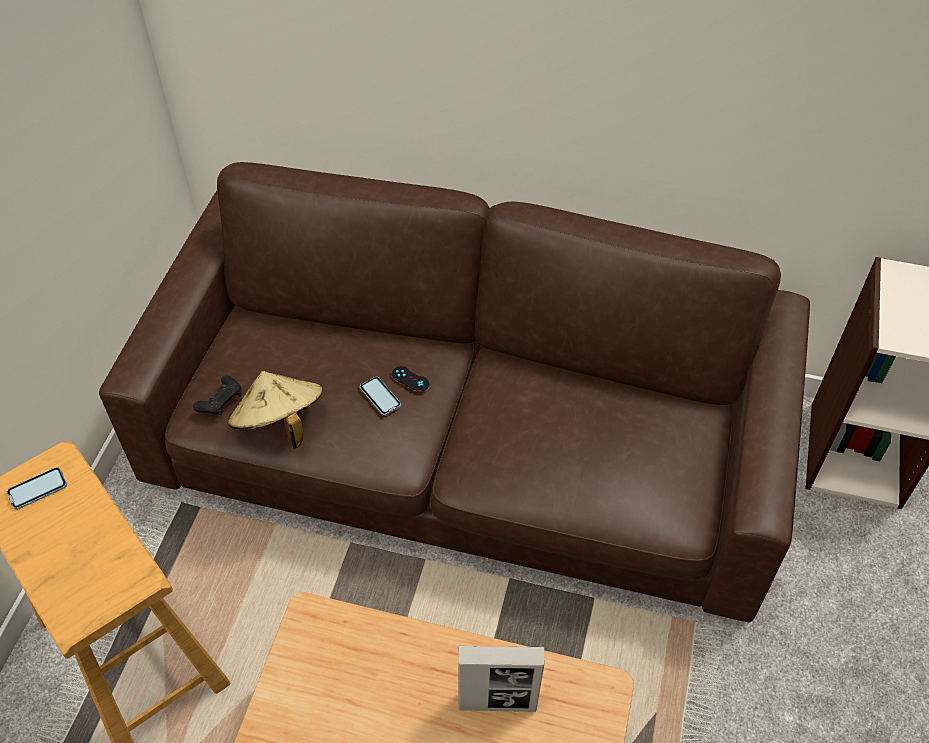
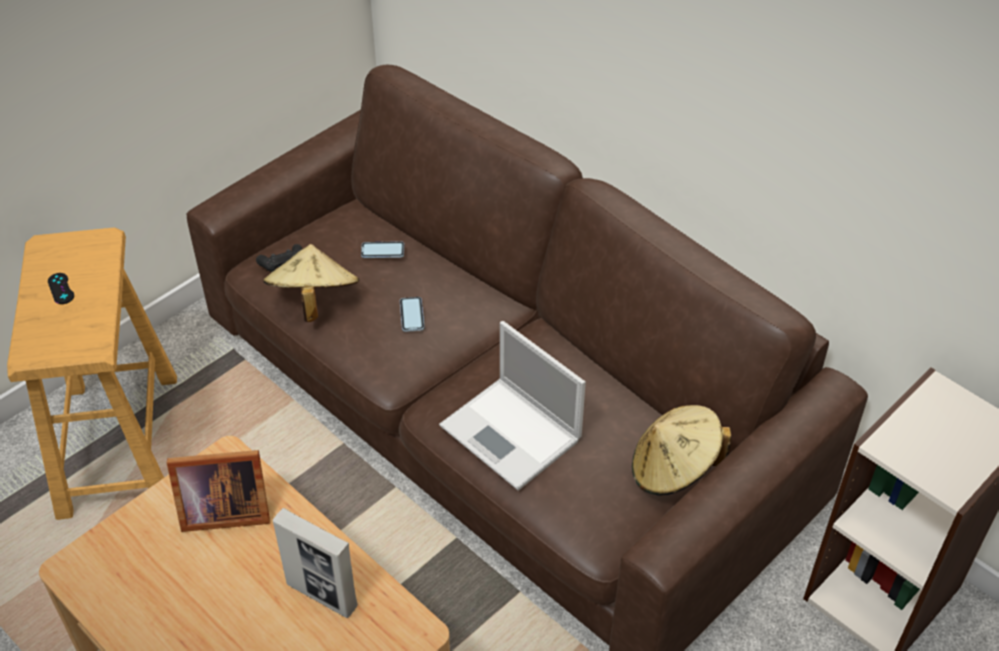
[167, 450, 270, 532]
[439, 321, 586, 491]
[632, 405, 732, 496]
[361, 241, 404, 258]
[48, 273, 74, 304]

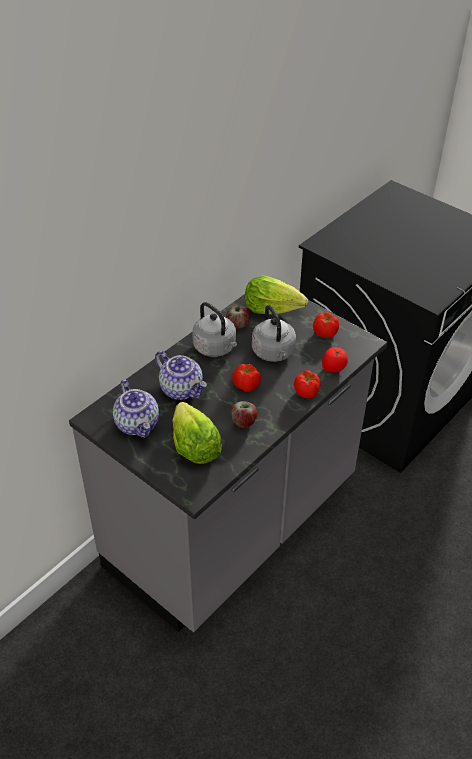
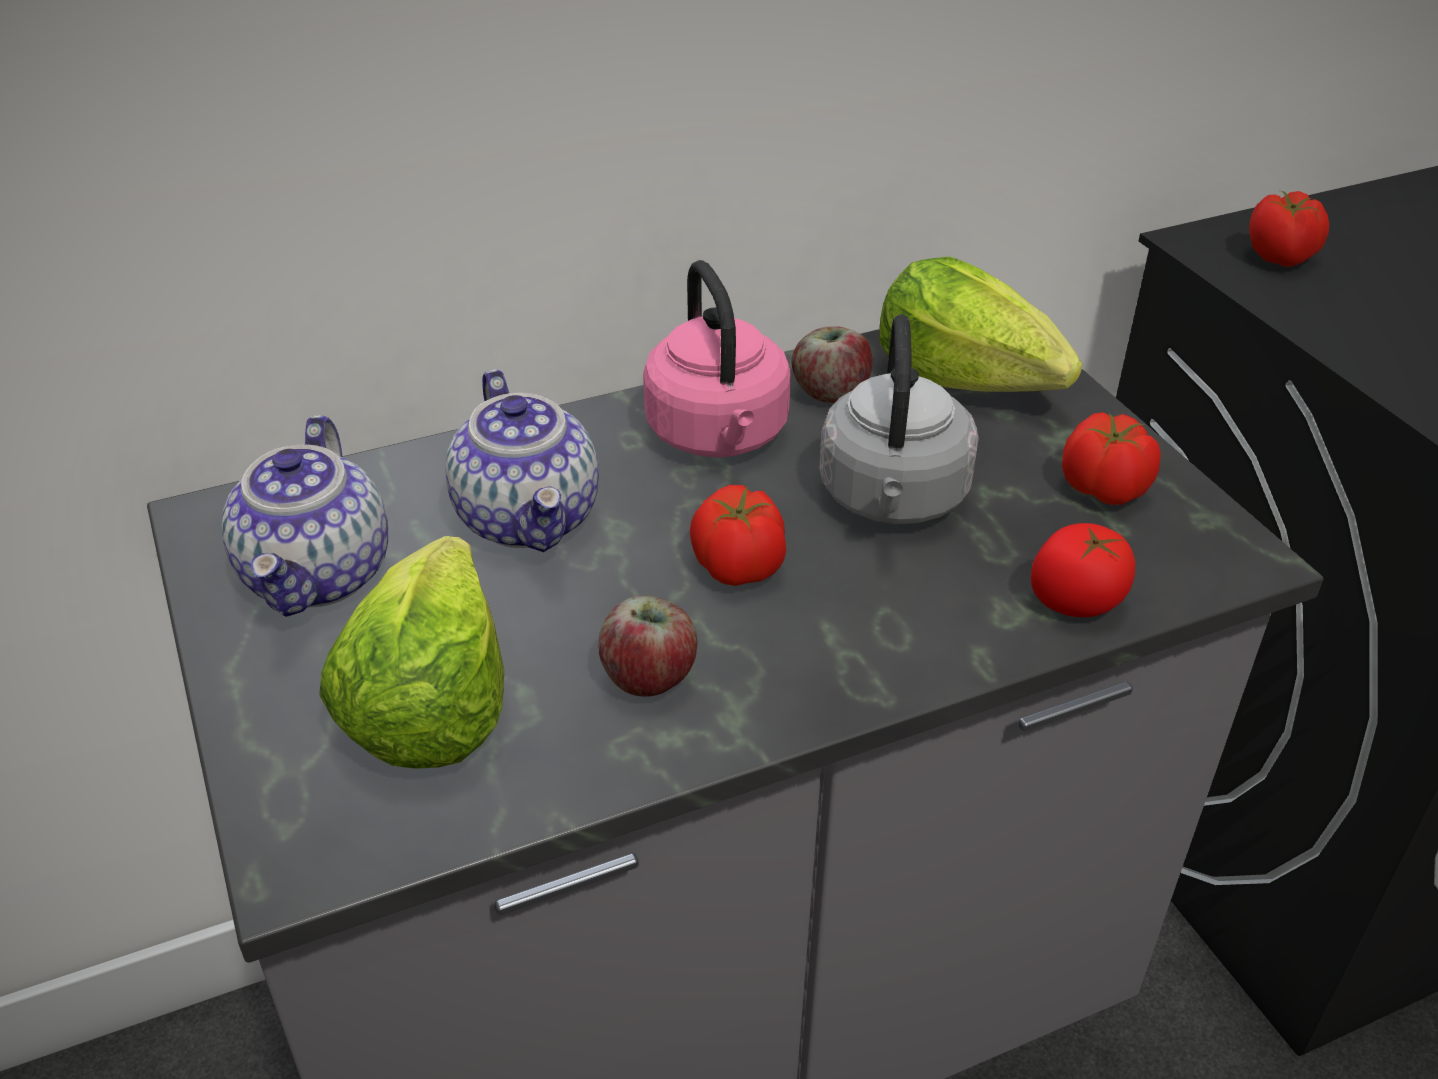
[1249, 191, 1329, 267]
[643, 260, 791, 458]

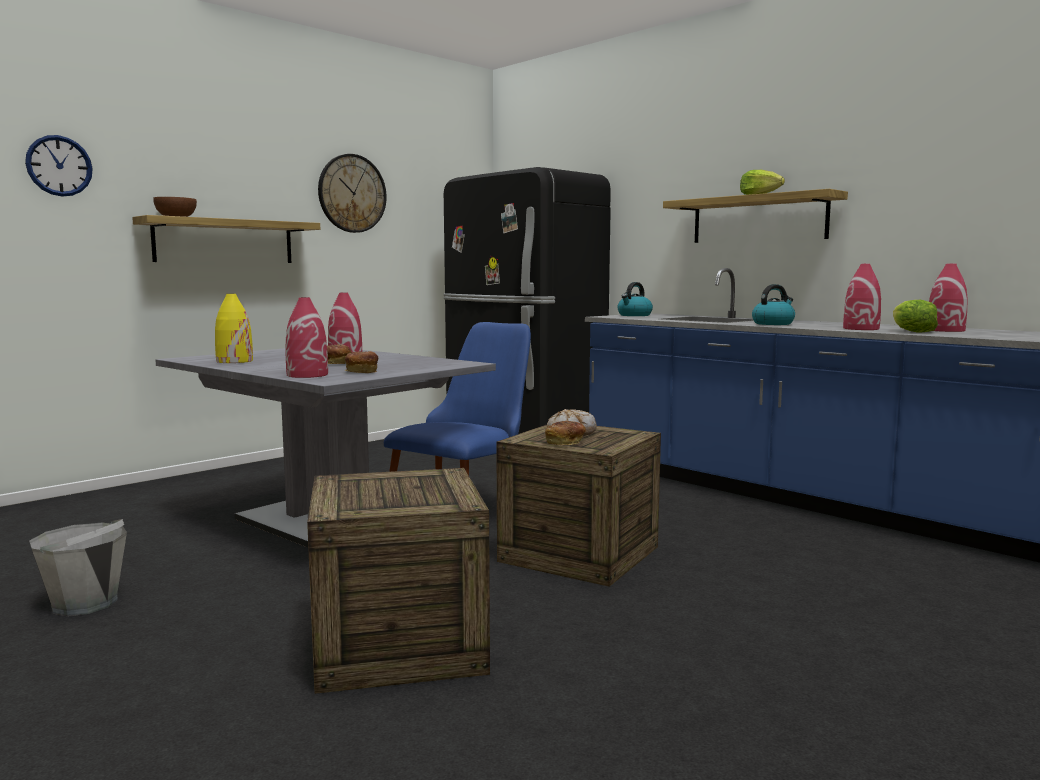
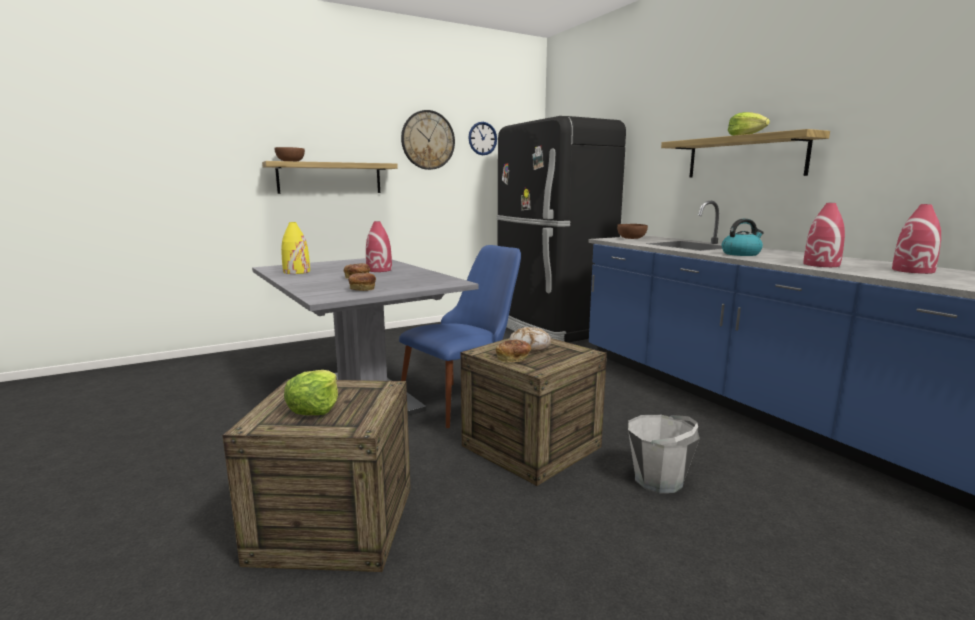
[286, 297, 328, 378] (first image)
[468, 122, 497, 155]
[628, 415, 700, 493]
[284, 370, 338, 415]
[617, 224, 648, 239]

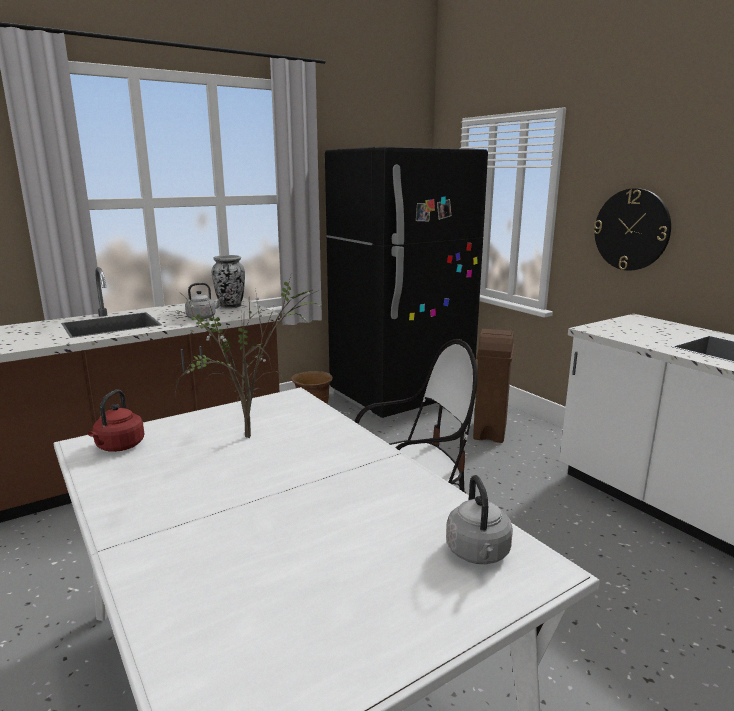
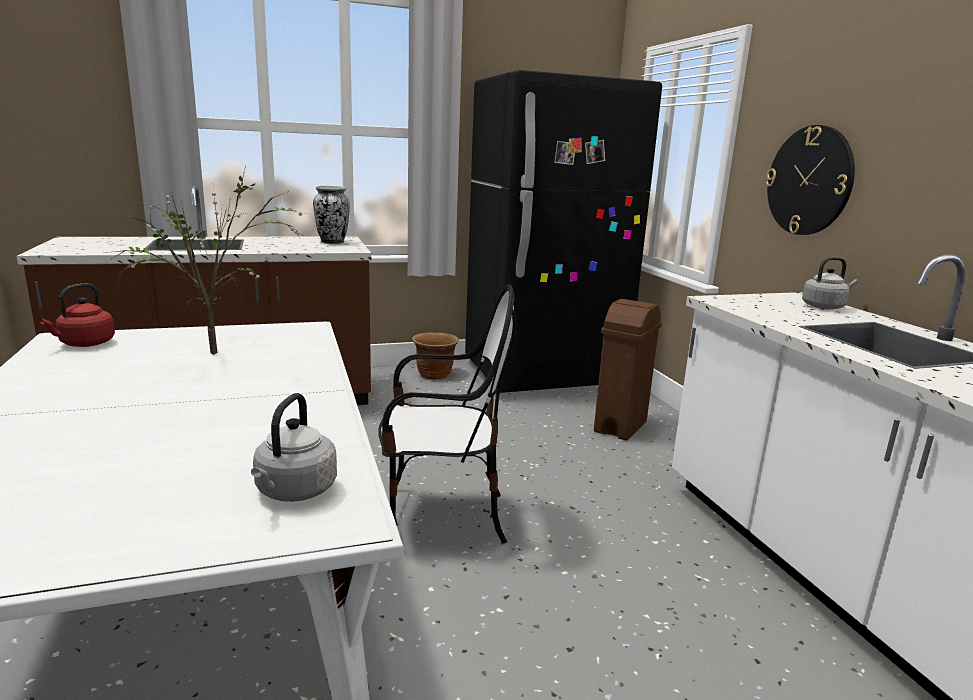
[802, 257, 858, 310]

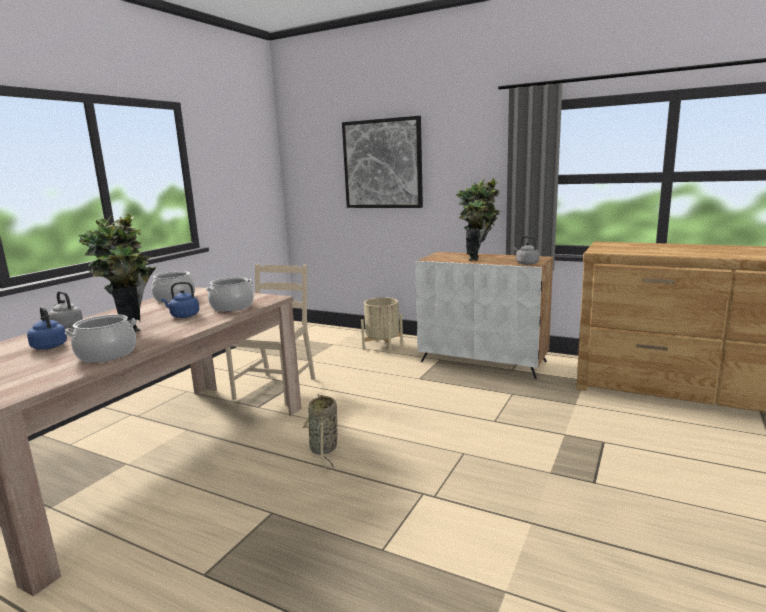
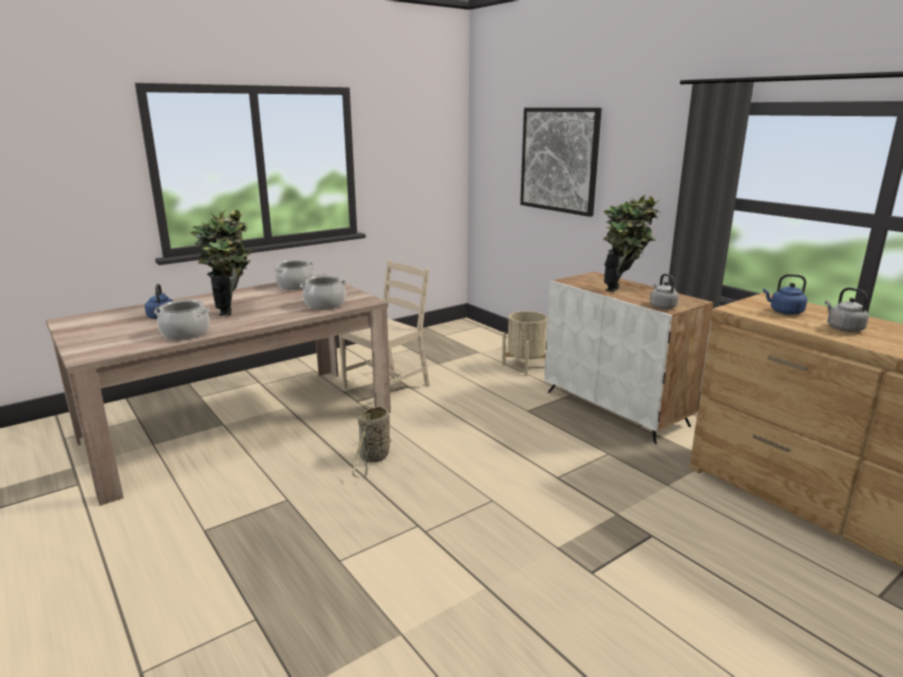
[825, 287, 869, 332]
[763, 274, 807, 315]

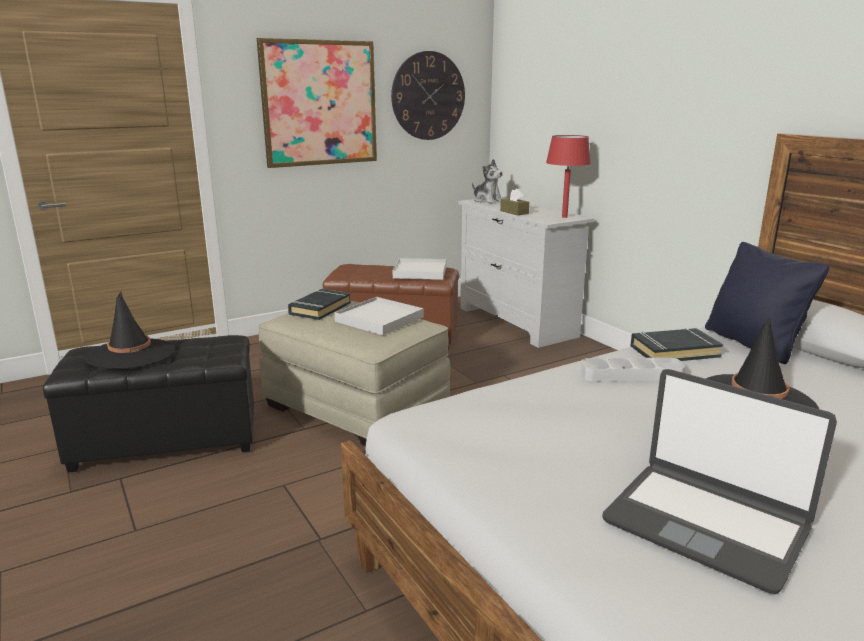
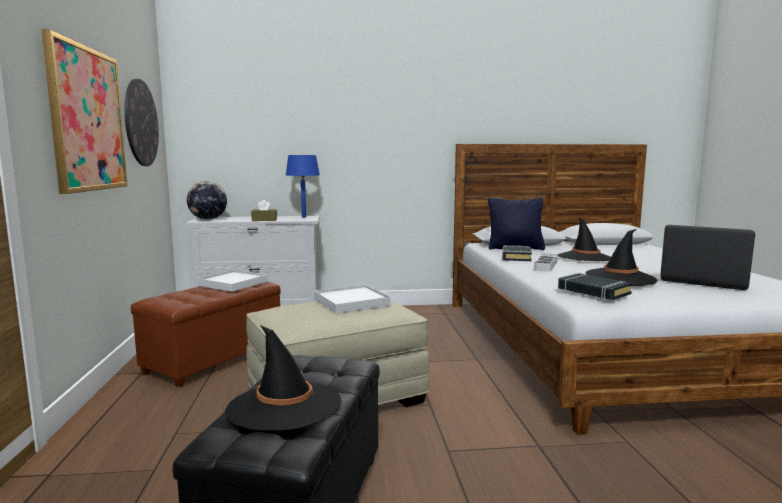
[586, 229, 657, 286]
[558, 273, 632, 300]
[187, 181, 227, 220]
[286, 155, 320, 218]
[660, 225, 755, 290]

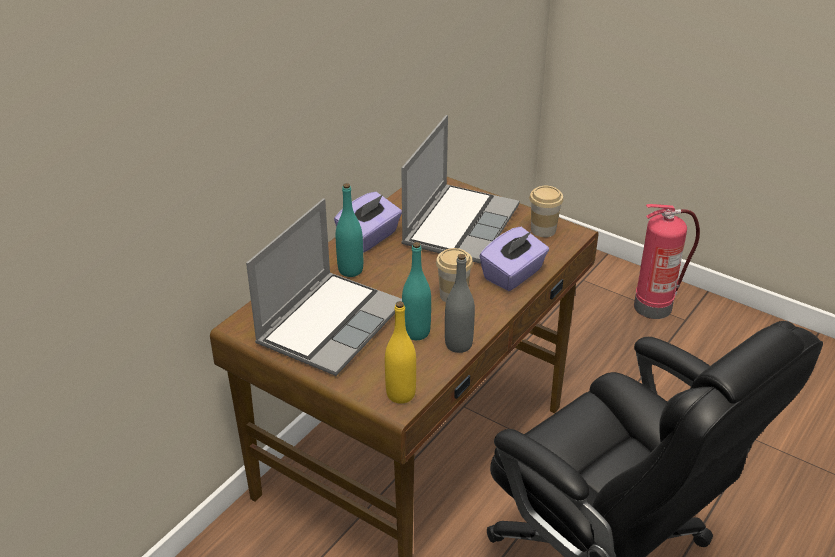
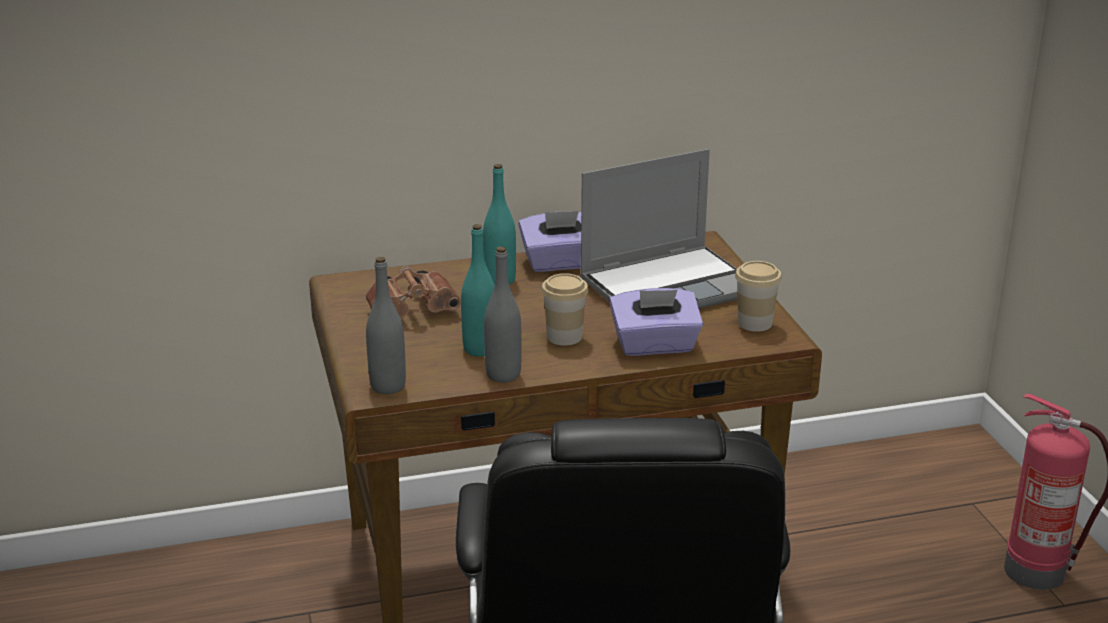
[366, 266, 461, 318]
[366, 257, 406, 394]

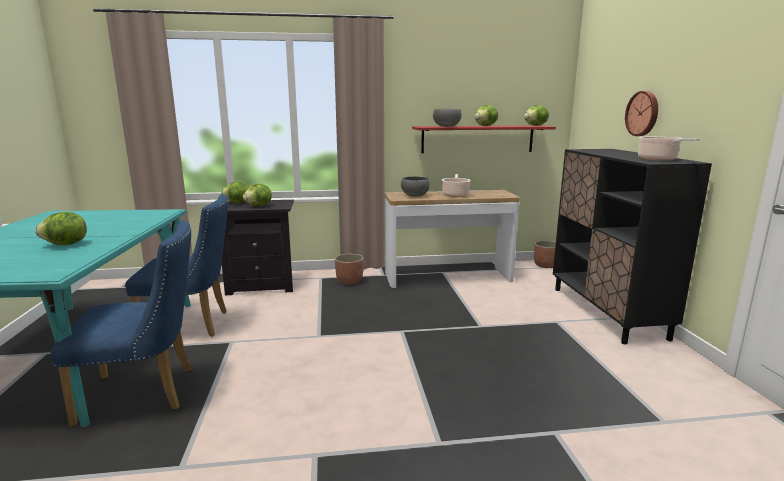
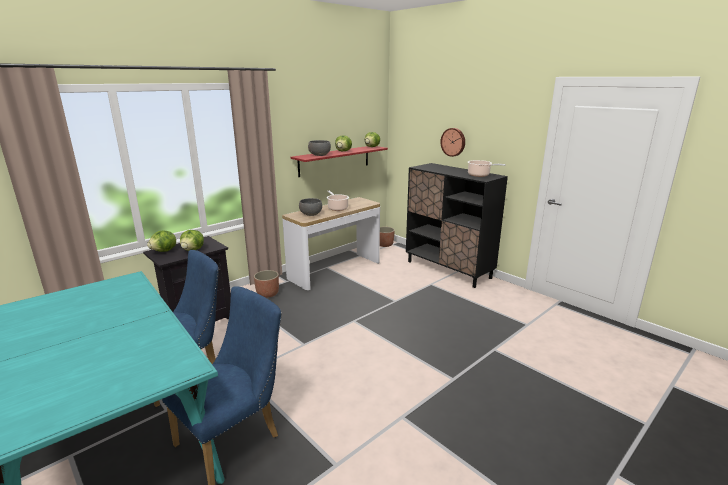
[35, 212, 87, 245] (first image)

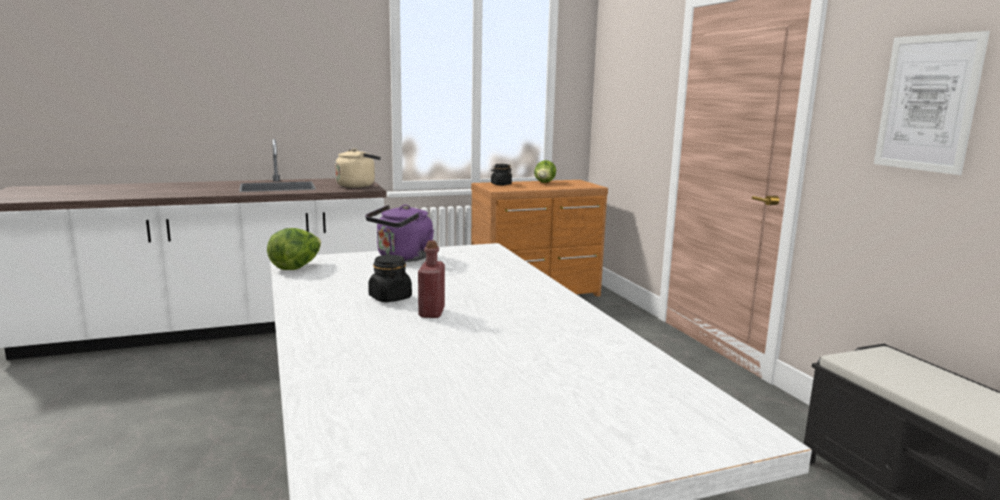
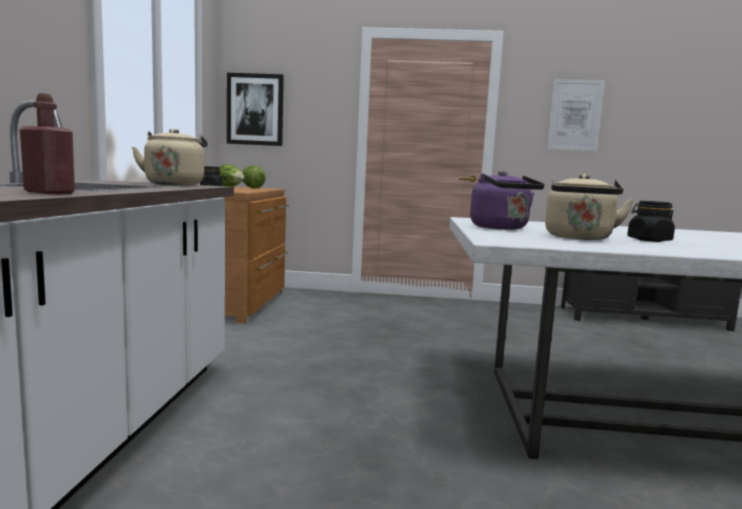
[227, 73, 284, 146]
[545, 174, 634, 240]
[242, 165, 266, 188]
[20, 93, 75, 194]

